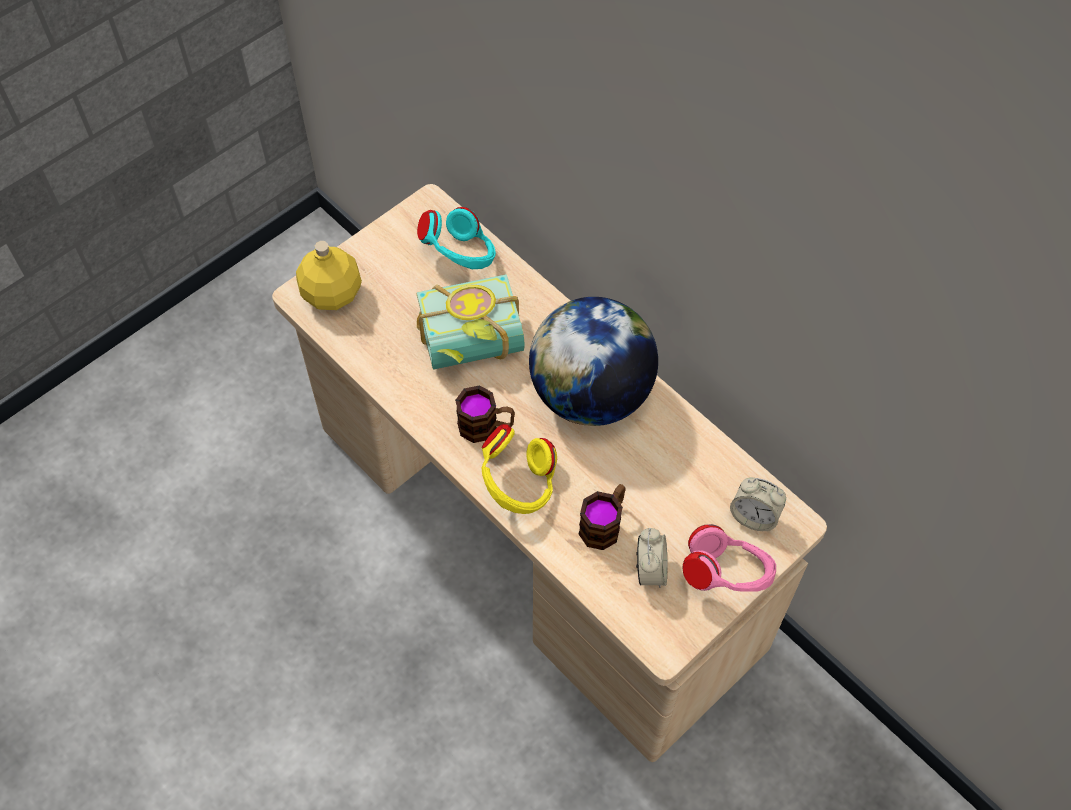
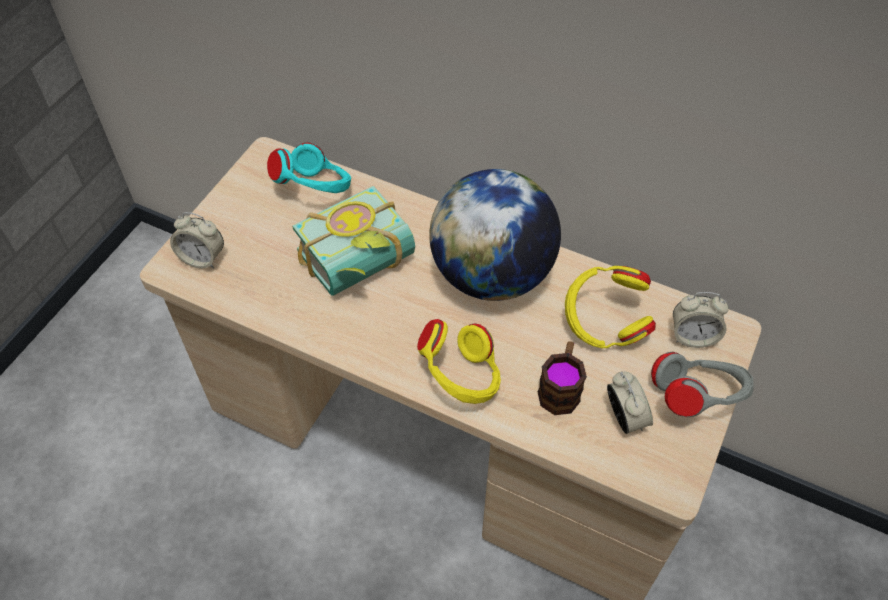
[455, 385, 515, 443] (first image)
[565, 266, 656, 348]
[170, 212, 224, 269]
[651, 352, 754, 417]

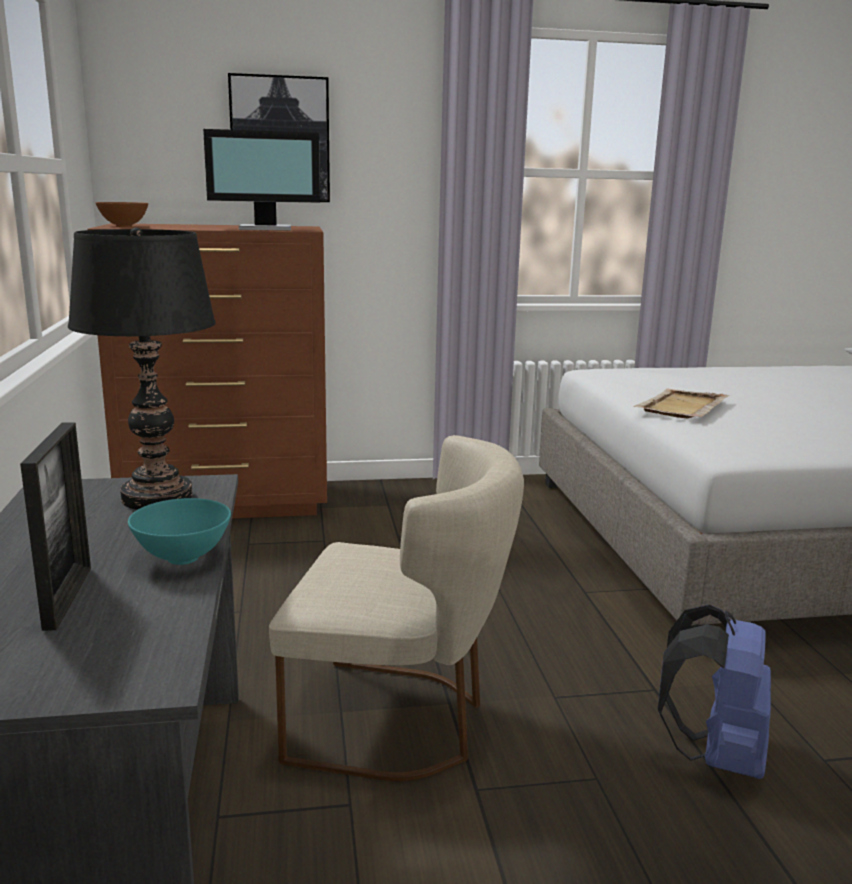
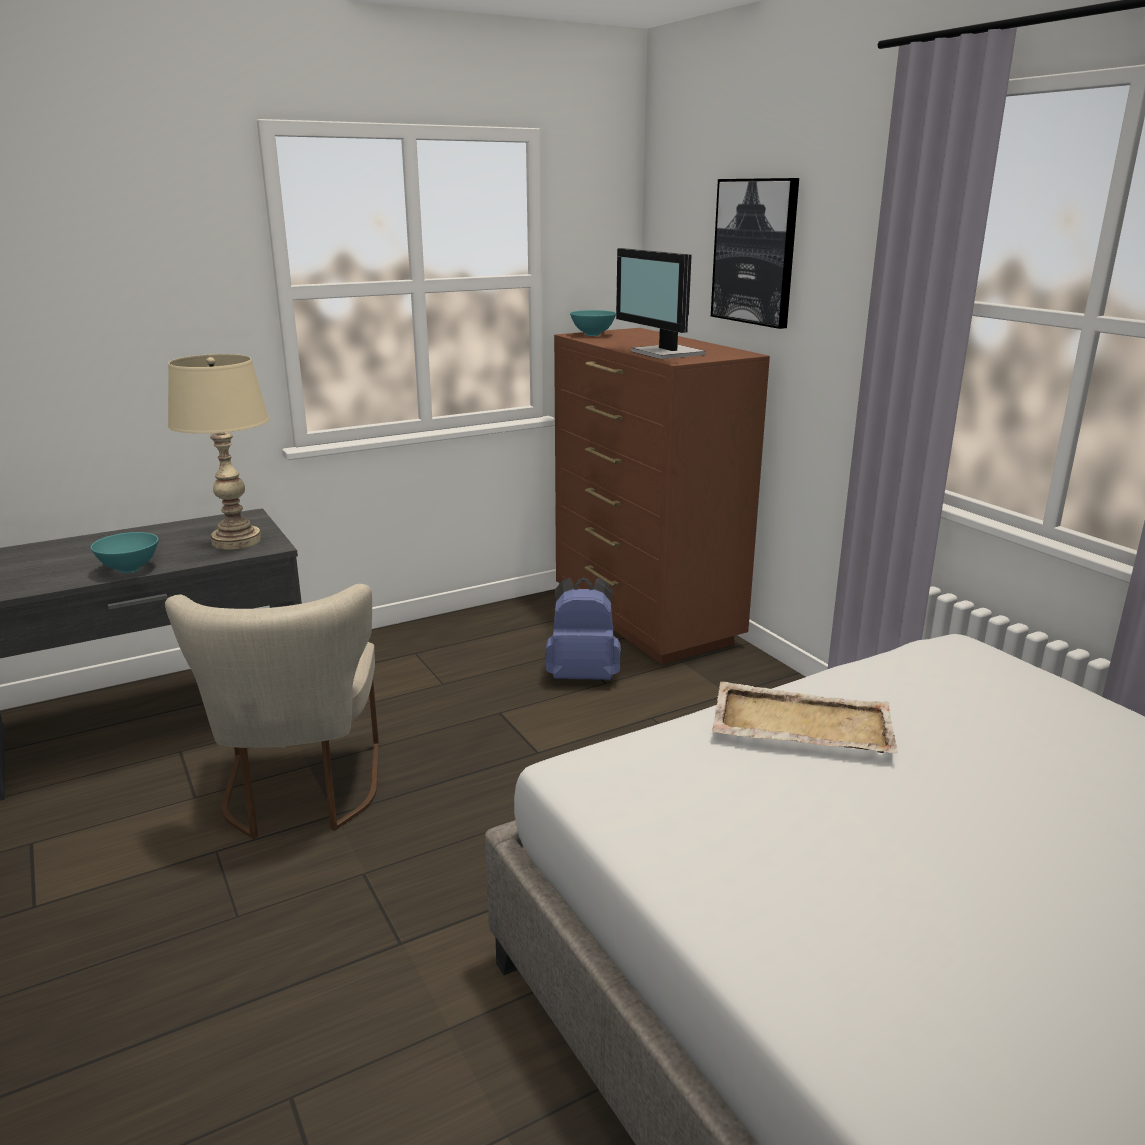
[20, 422, 91, 631] (first image)
[545, 577, 621, 680]
[168, 354, 269, 550]
[570, 310, 616, 336]

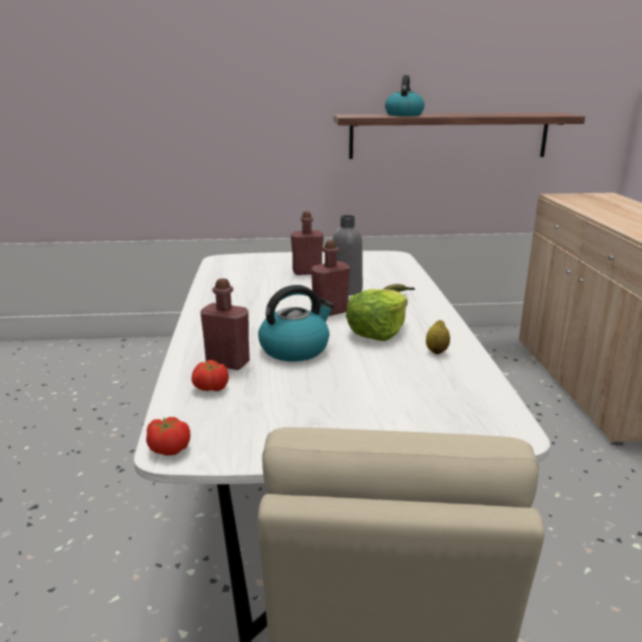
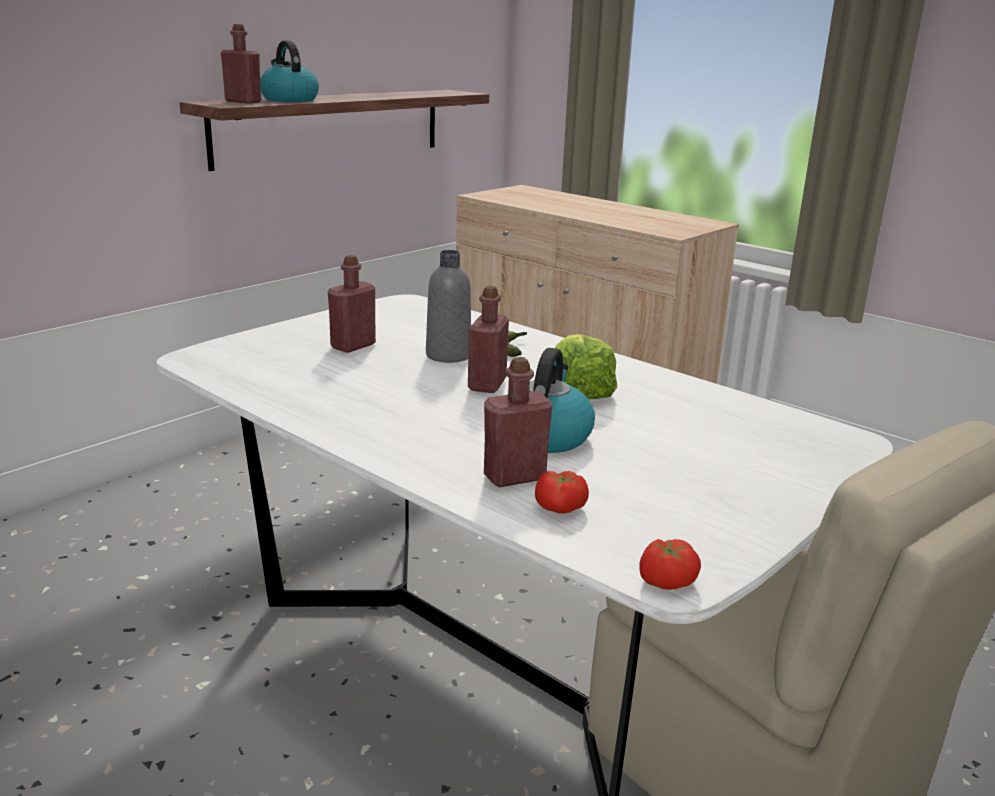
[426, 320, 450, 354] (first image)
[221, 24, 261, 104]

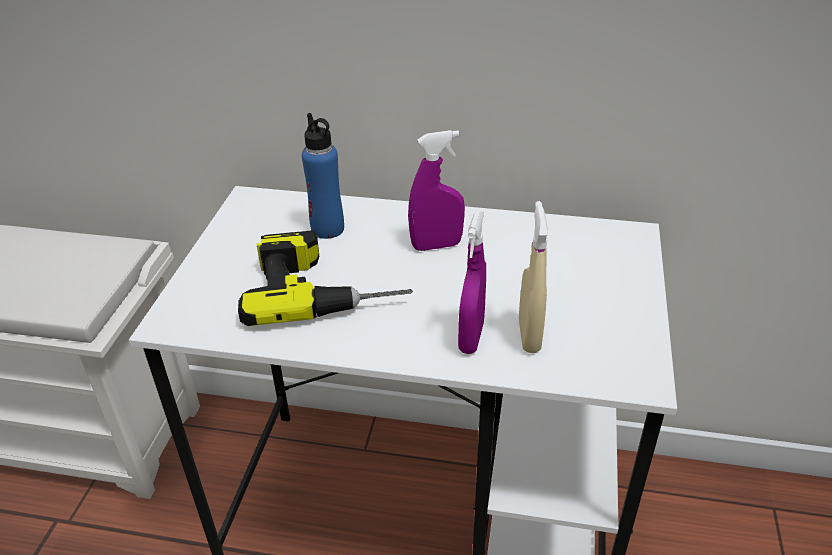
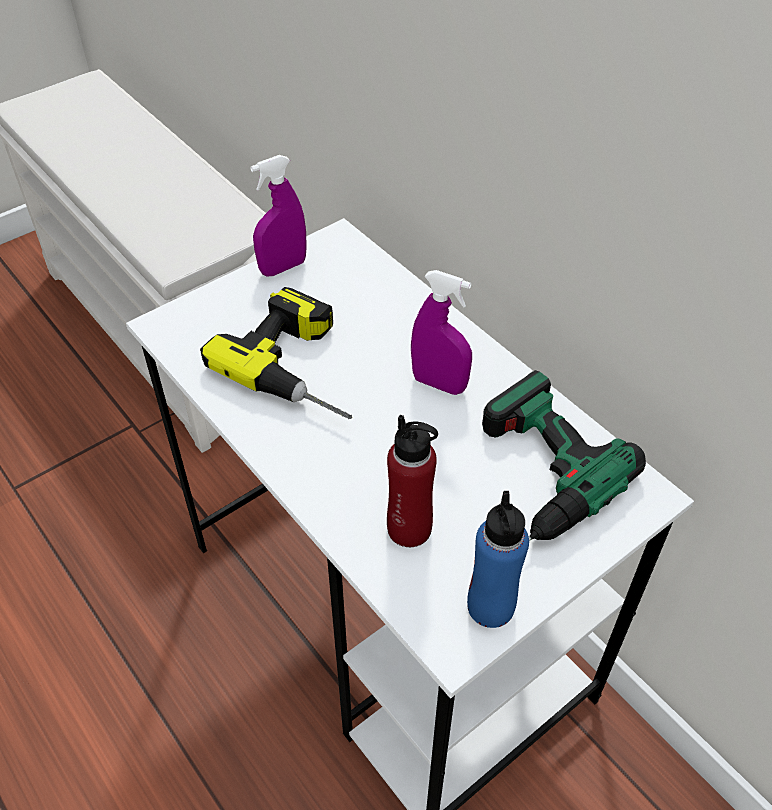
[482, 370, 646, 541]
[467, 491, 529, 628]
[250, 155, 307, 276]
[387, 415, 438, 547]

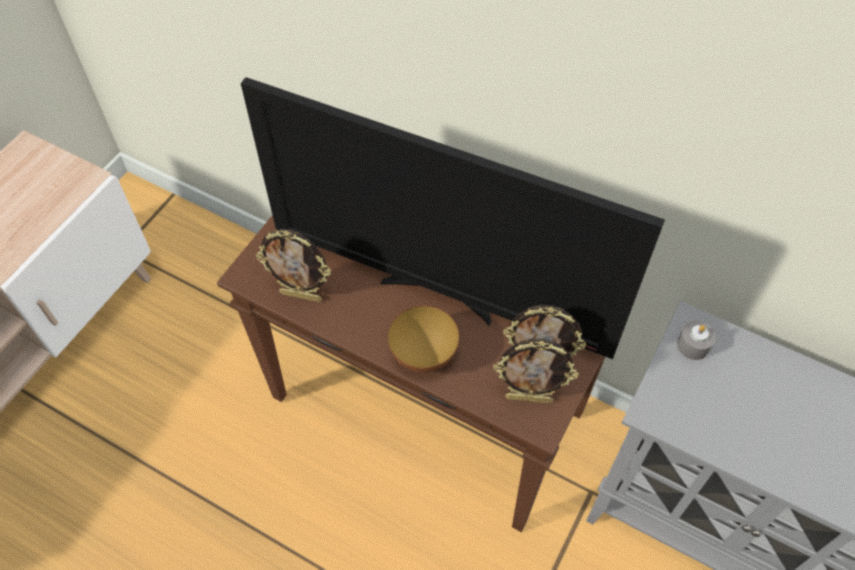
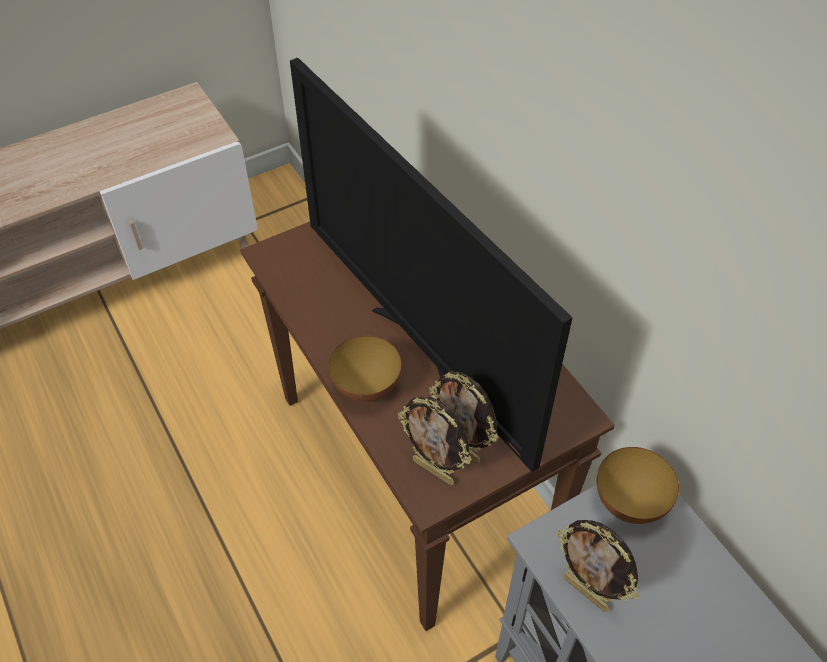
[557, 520, 639, 612]
[597, 447, 679, 524]

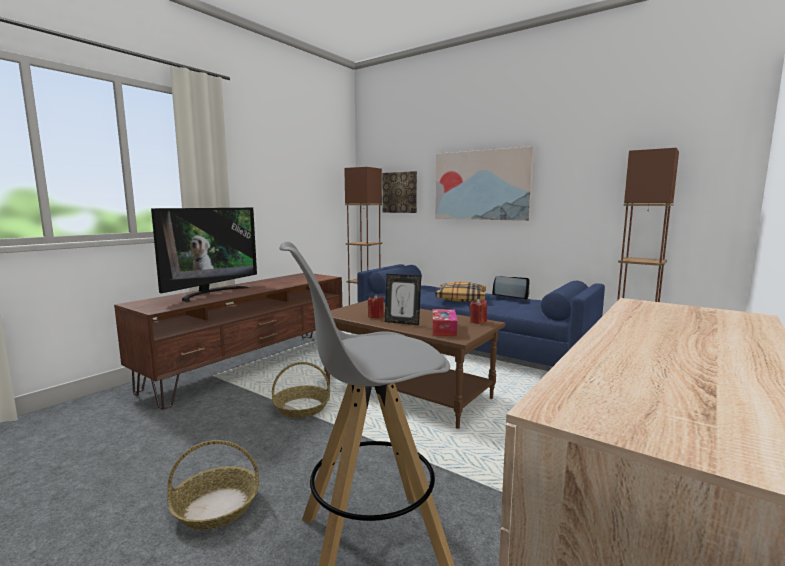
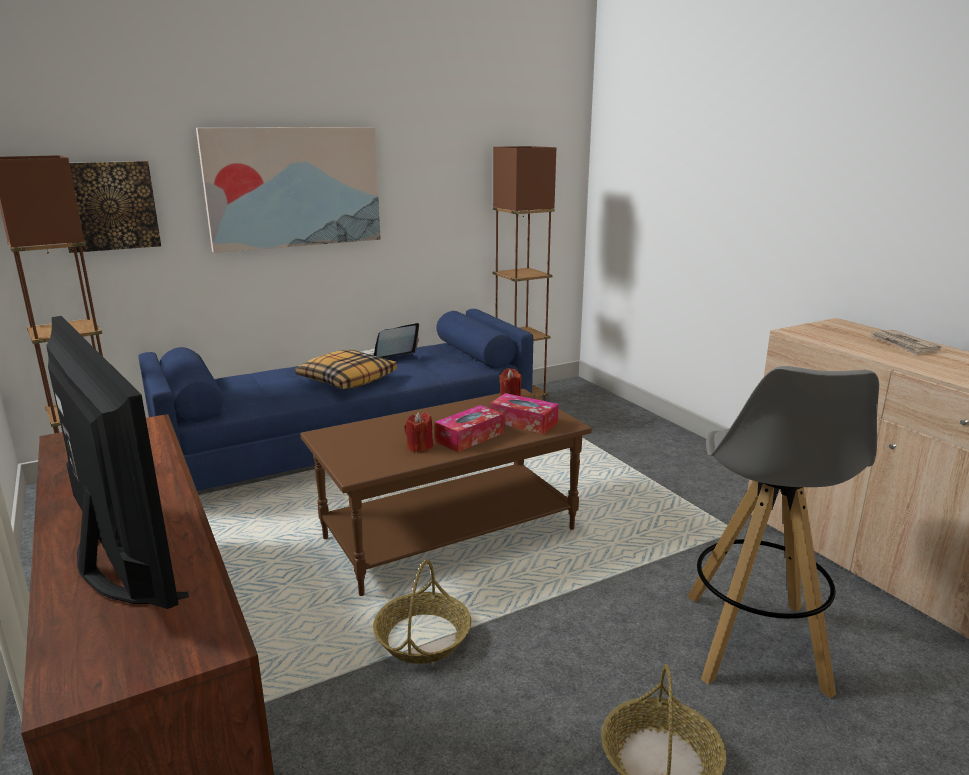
[869, 330, 942, 355]
[435, 405, 504, 452]

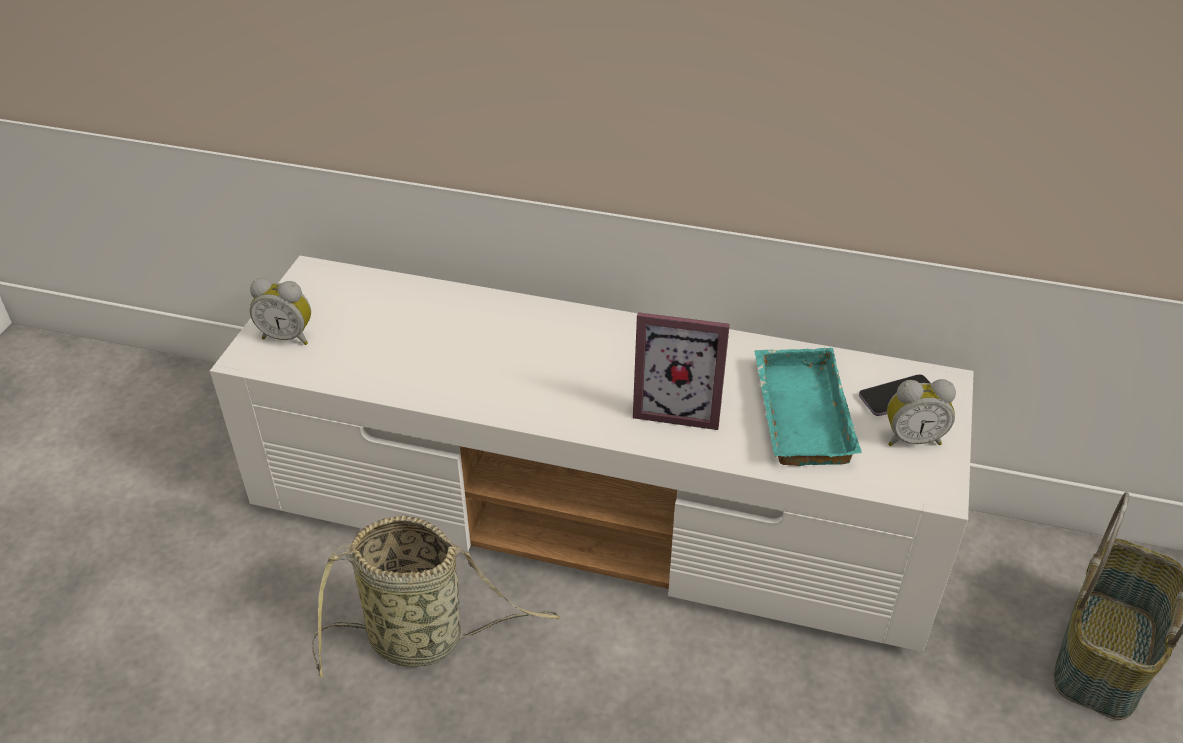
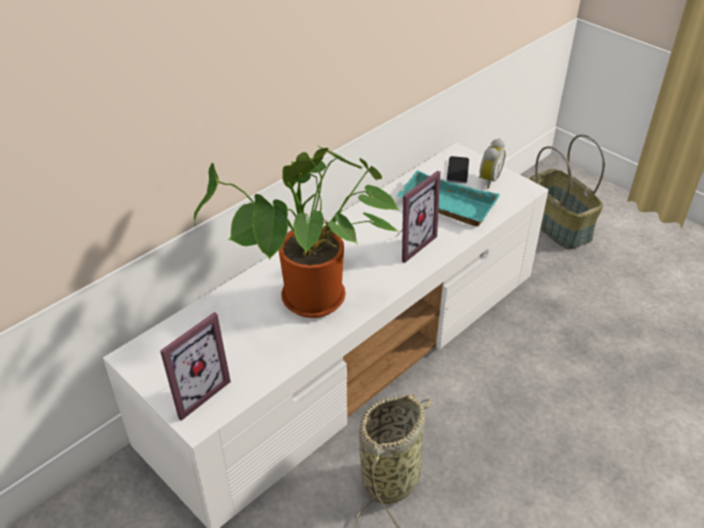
[194, 145, 400, 318]
[160, 312, 231, 421]

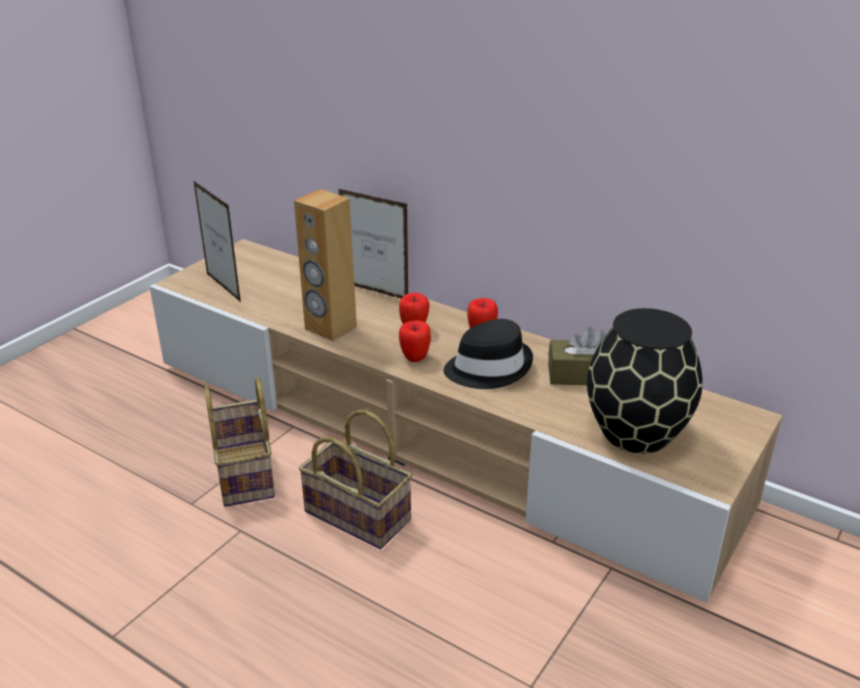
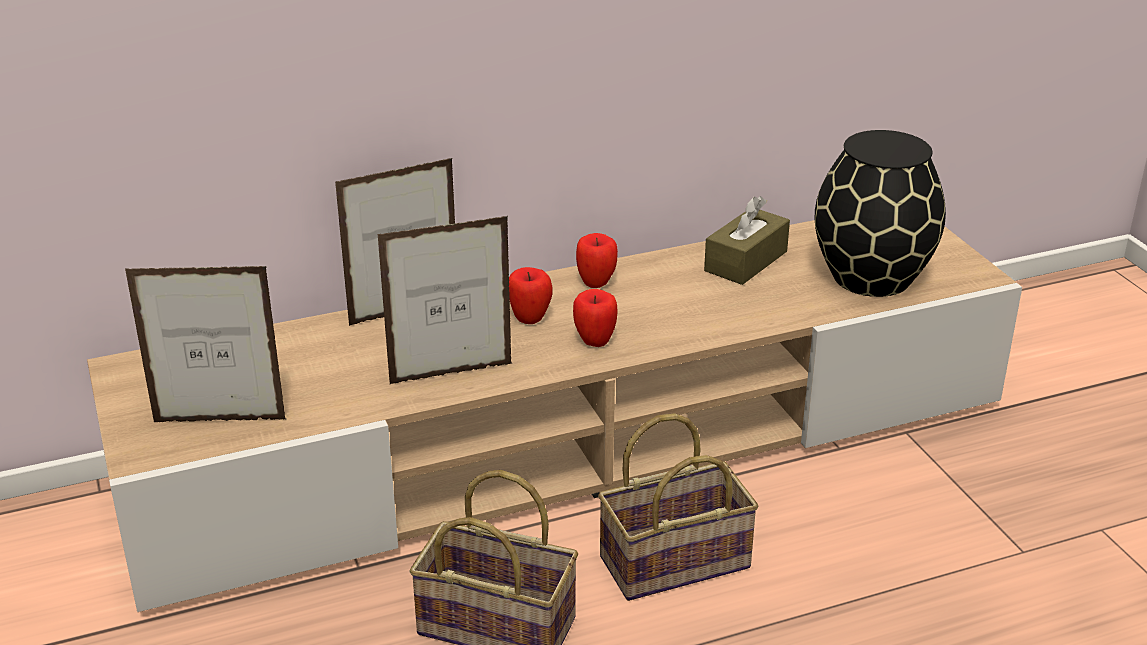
[443, 319, 533, 389] (first image)
[378, 216, 512, 384]

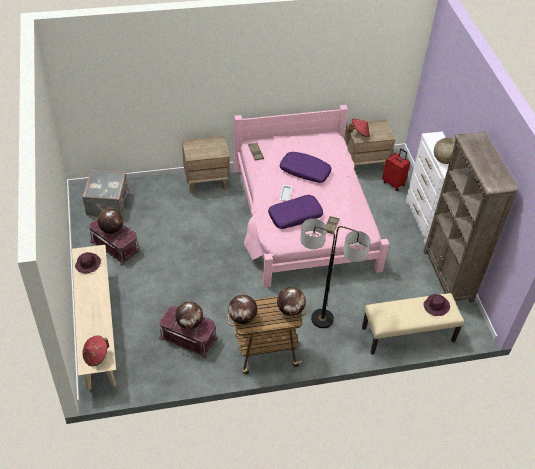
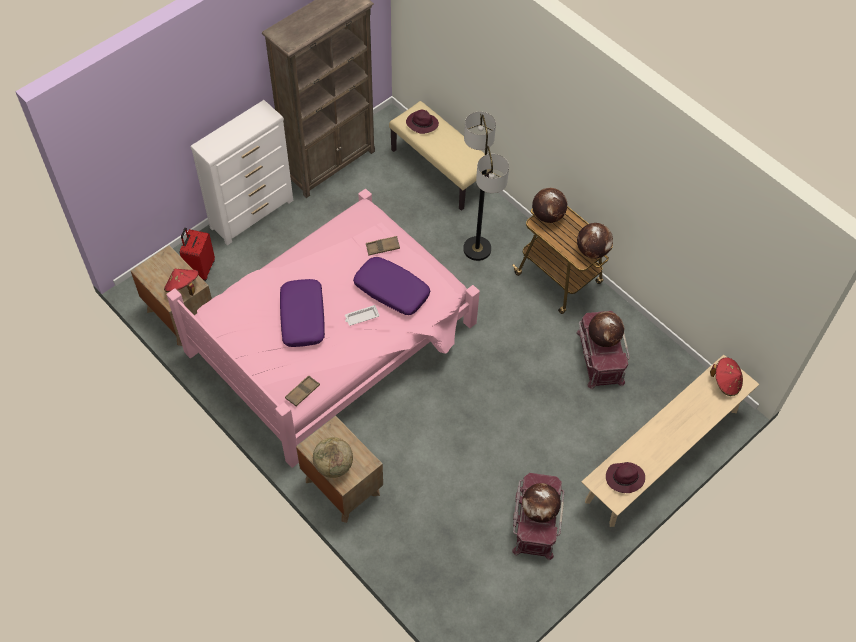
[82, 170, 129, 217] (first image)
[313, 437, 353, 478]

